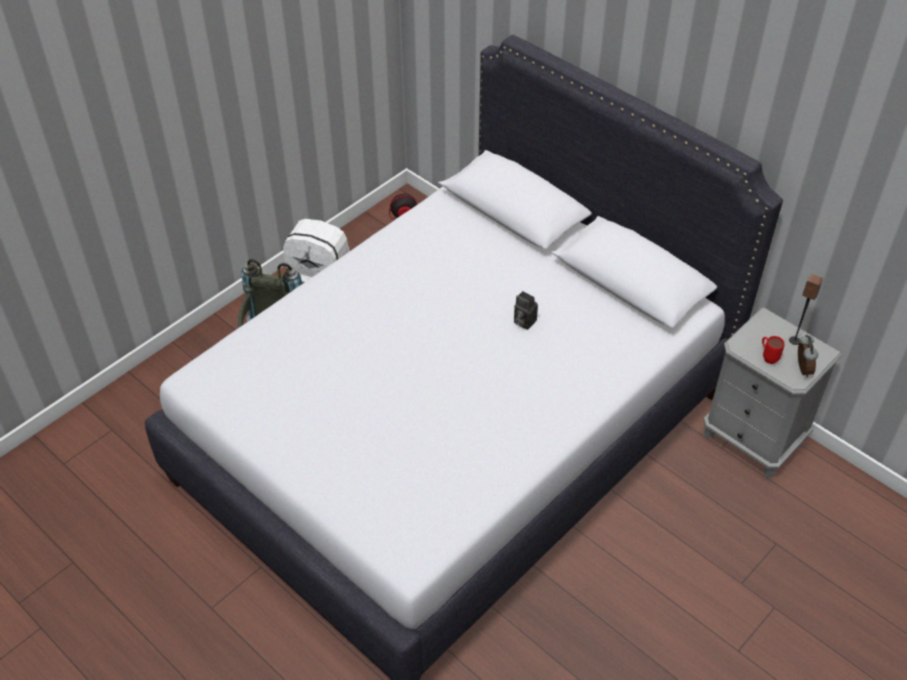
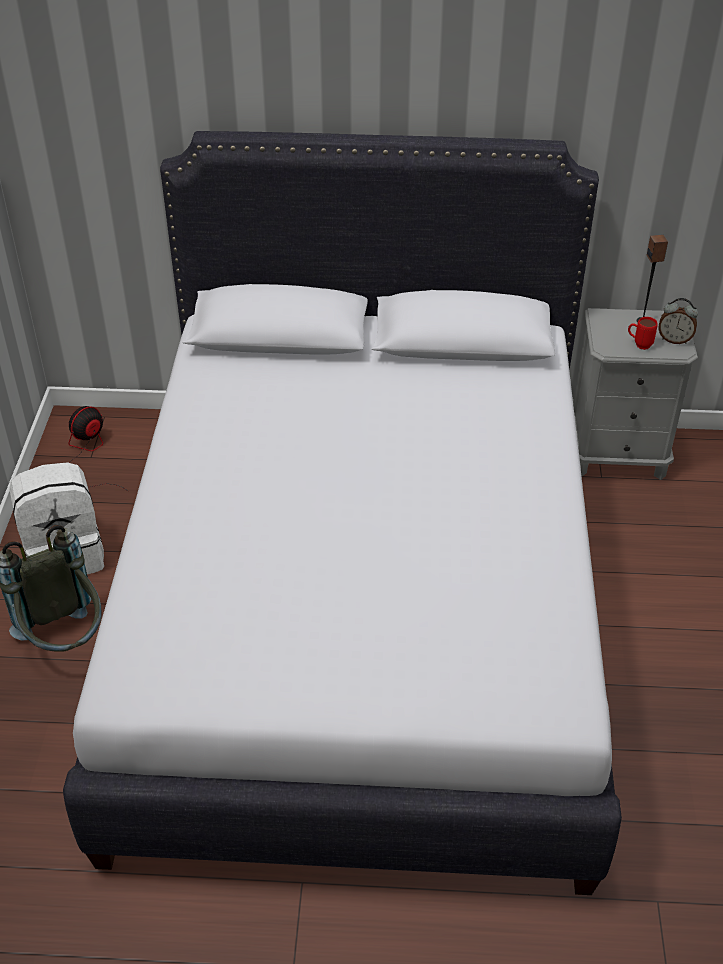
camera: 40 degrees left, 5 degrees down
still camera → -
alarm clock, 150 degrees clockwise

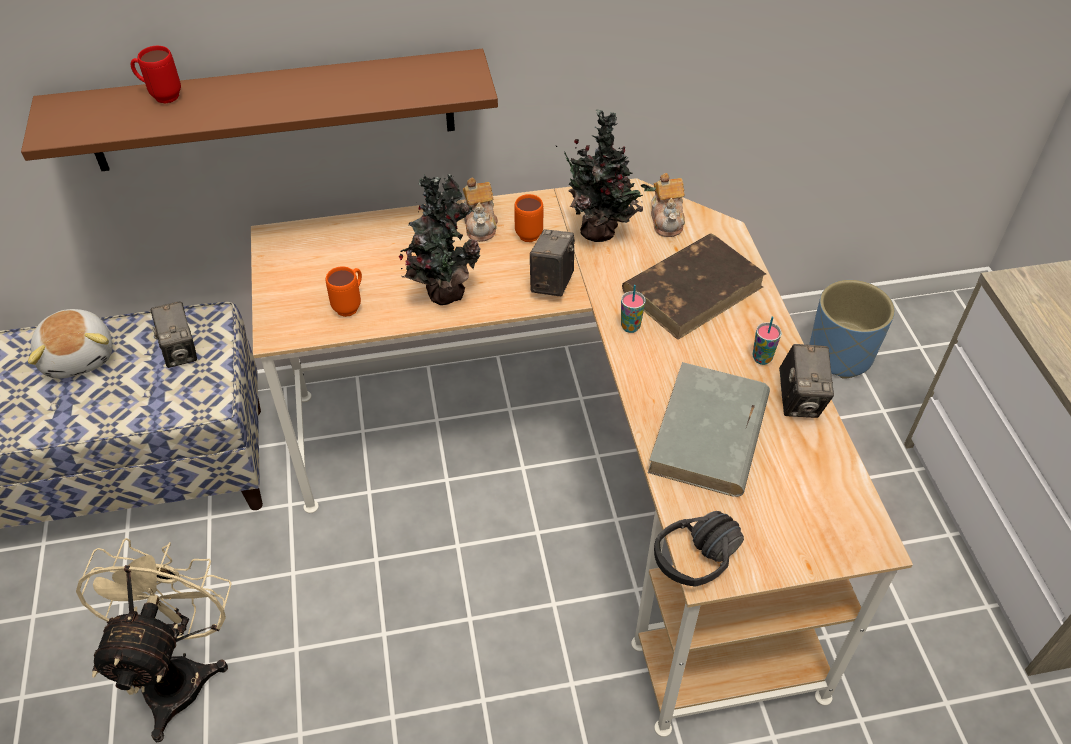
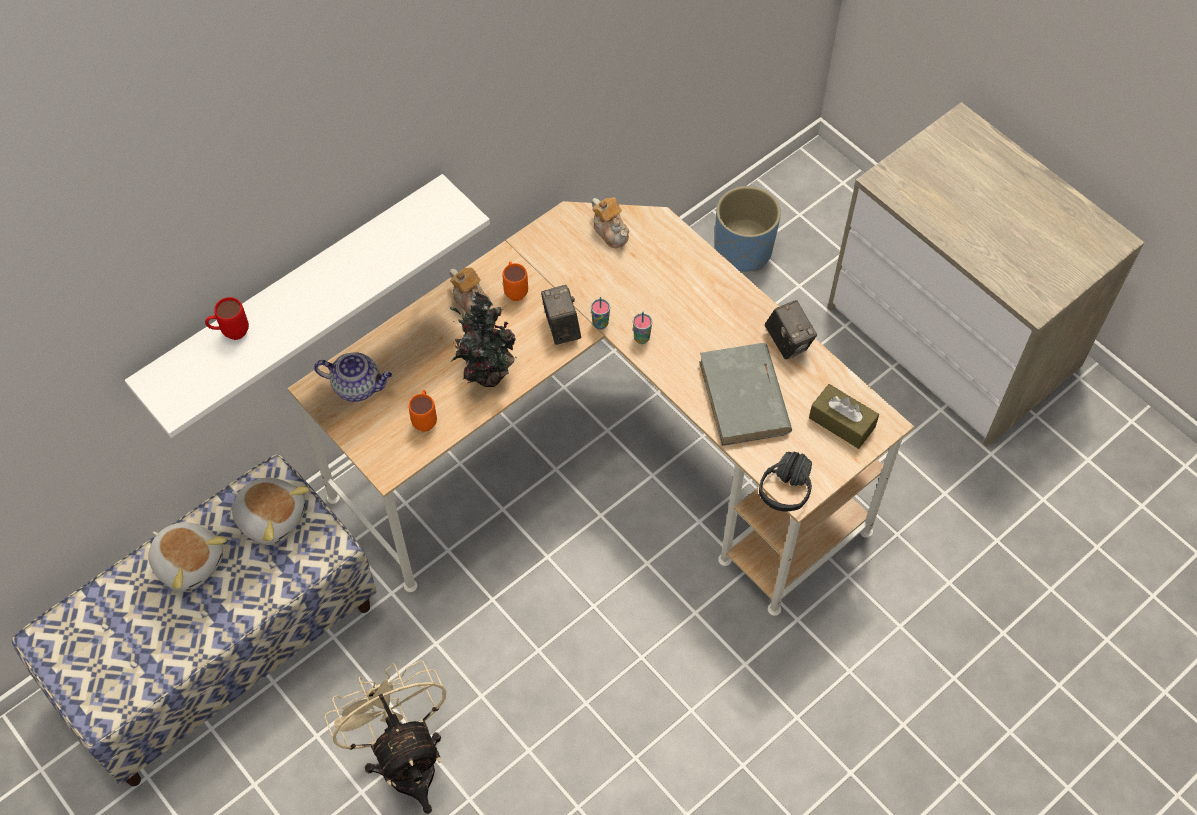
camera: 30 degrees left, 10 degrees up
brown bracket shelf → white bracket shelf
plant in a pot (no. 2 from left) → -
brown book → -
still camera (no. 1 from left) → soft toy (no. 2 from left)
small cup (no. 2 from left in the first image) → small cup (no. 1 from left), relocated
- → tea pot (no. 1 from left)
- → brown tissue holder

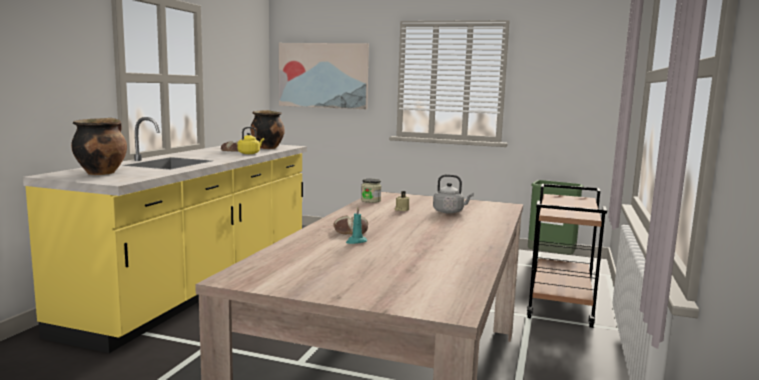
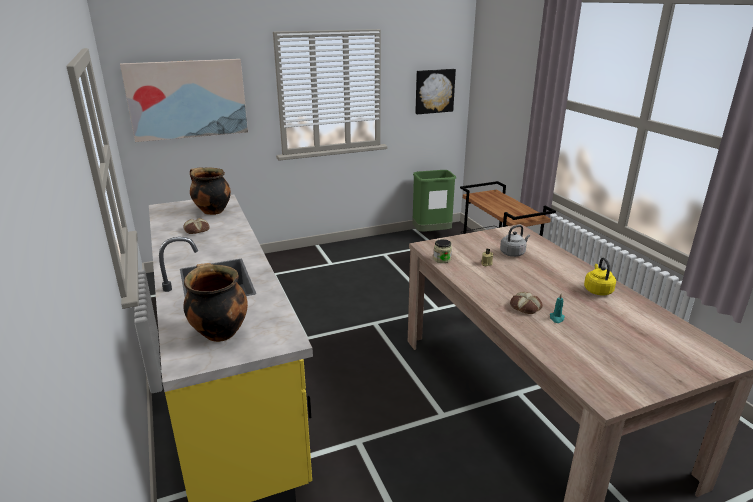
camera: 40 degrees left, 15 degrees up
yellowish tea kettle, relocated
- → wall art (no. 2 from left)

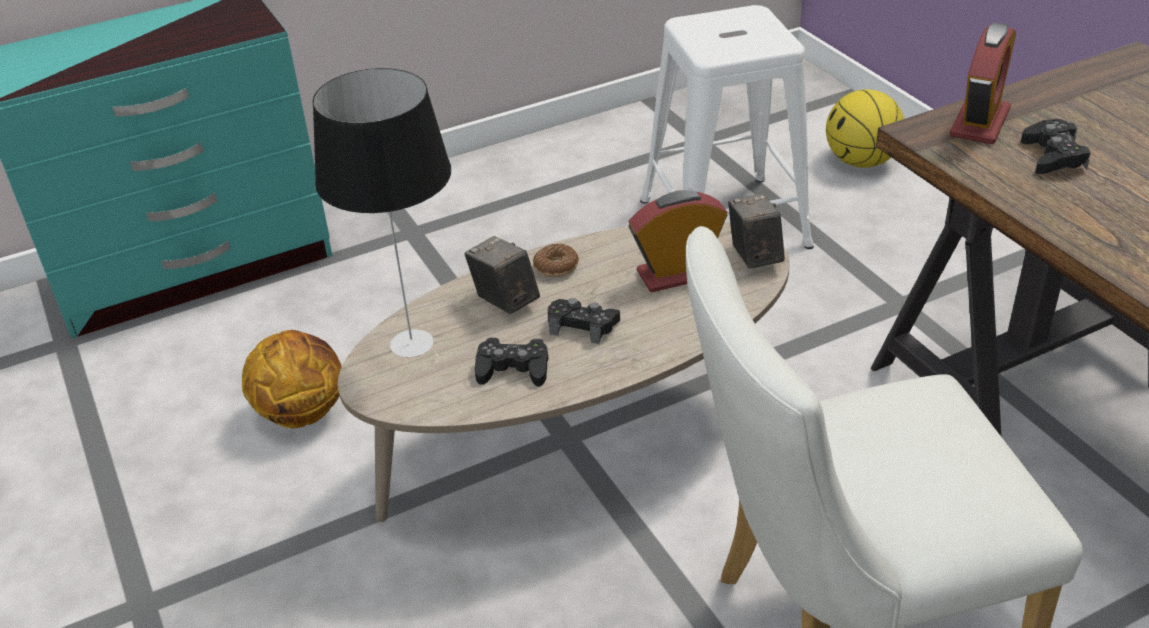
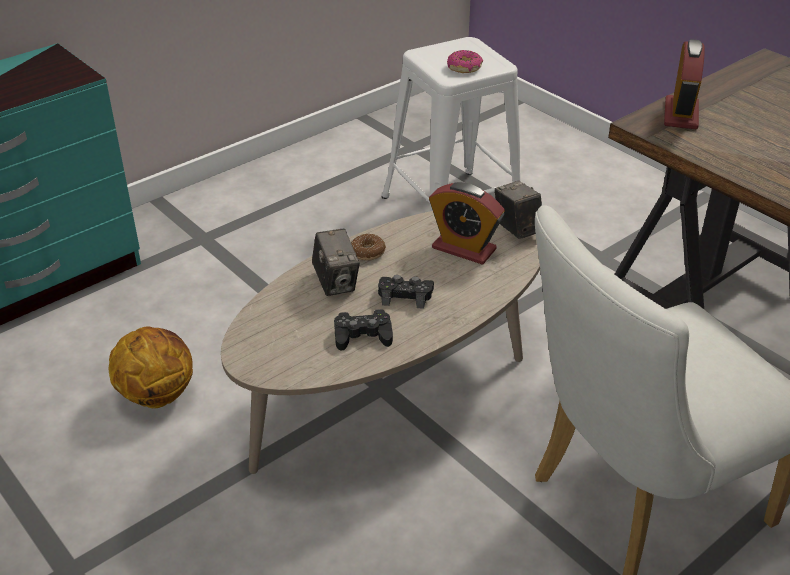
camera: 15 degrees left, 0 degrees up
lamp for a table → -
basketball (no. 2 from left) → -
black-coloured joypad (no. 3 from left) → -
alarm clock (no. 1 from left), 120 degrees counterclockwise
still camera (no. 1 from left), 150 degrees counterclockwise
- → donut (no. 2 from left)

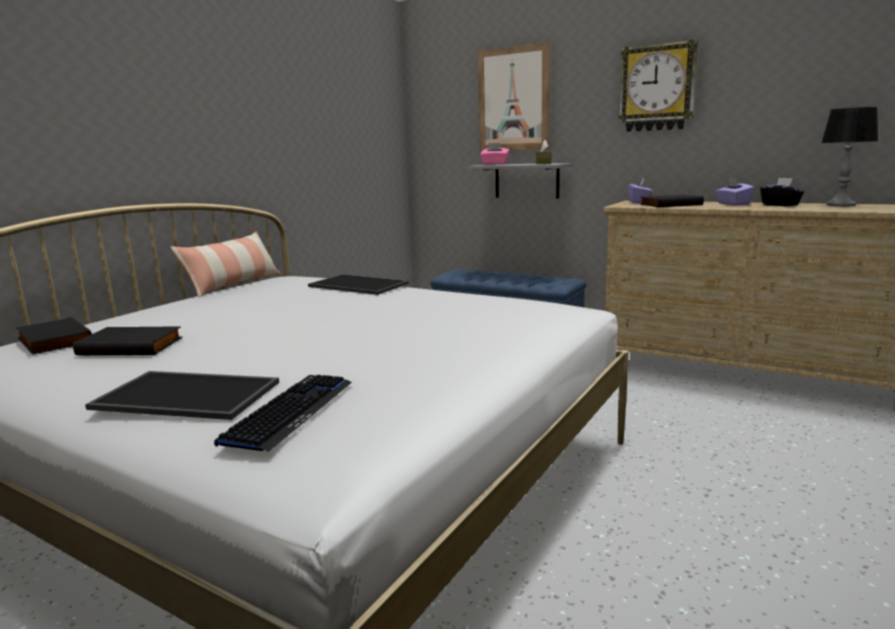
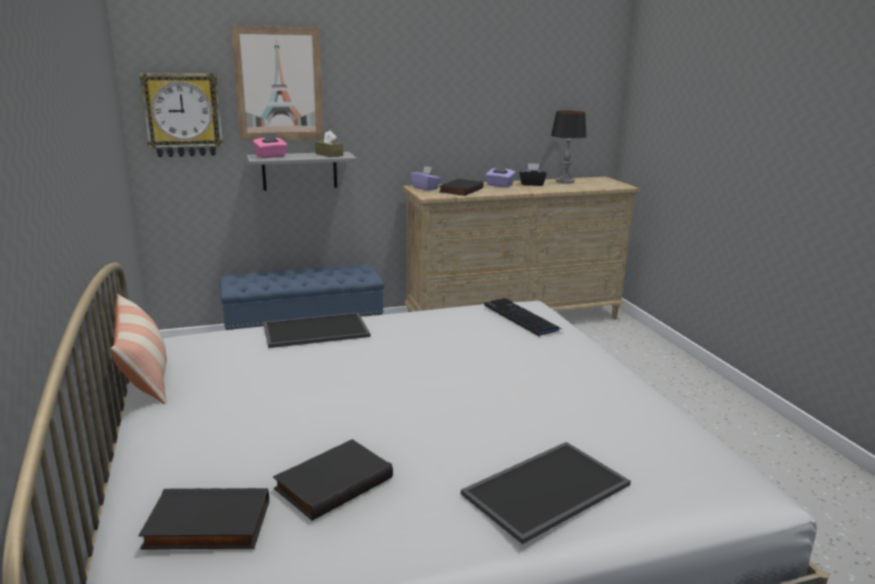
camera: 50 degrees left, 5 degrees up
clock on the wall, relocated
PC keyboard, relocated

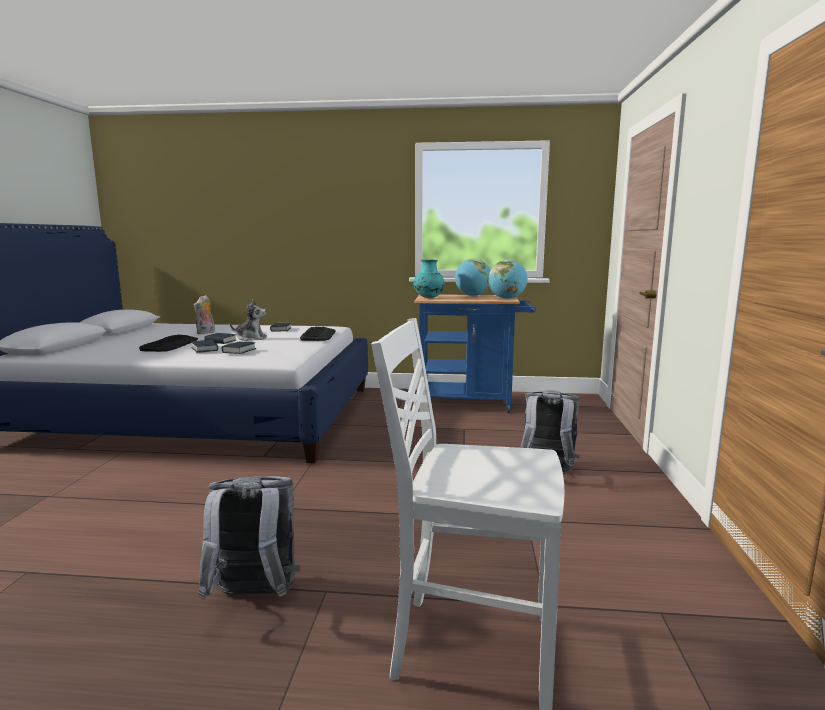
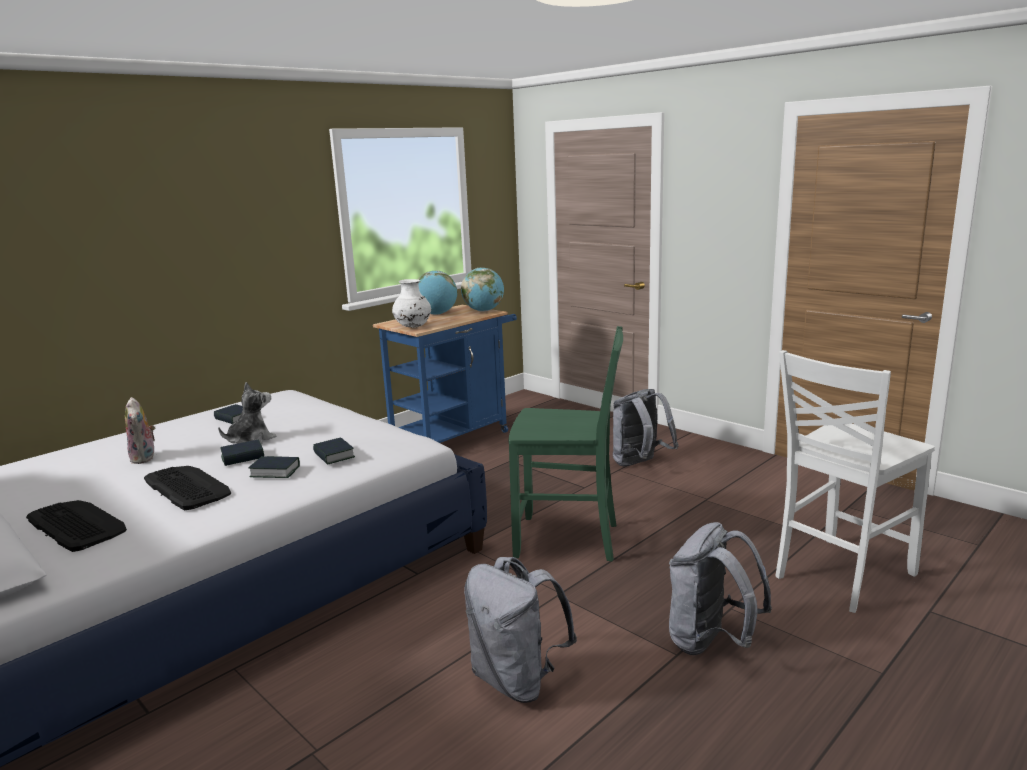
camera: 50 degrees left, 5 degrees up
turquoise vase → white vase
PC keyboard (no. 2 from left in the first image) → PC keyboard (no. 1 from left), relocated
- → greenish plain chair
- → greyish knapsack (no. 1 from left)

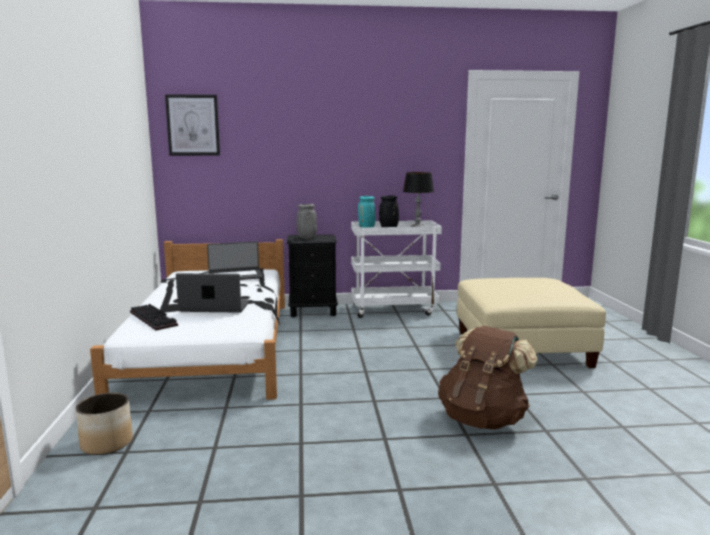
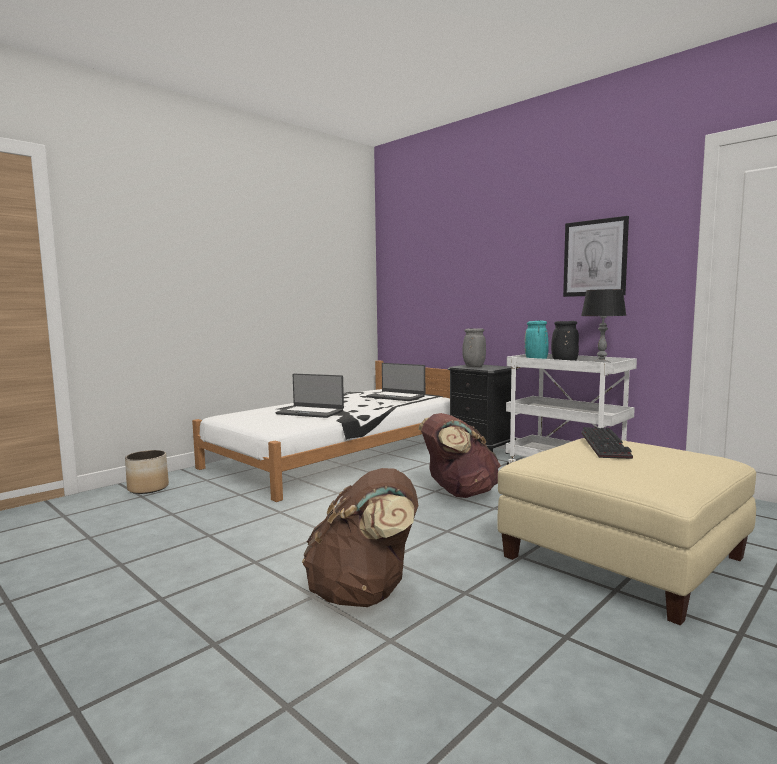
camera: 50 degrees right, 5 degrees down
wall art, relocated
portable computer (no. 1 from left), 150 degrees clockwise
PC keyboard, relocated
- → brown knapsack (no. 2 from left)

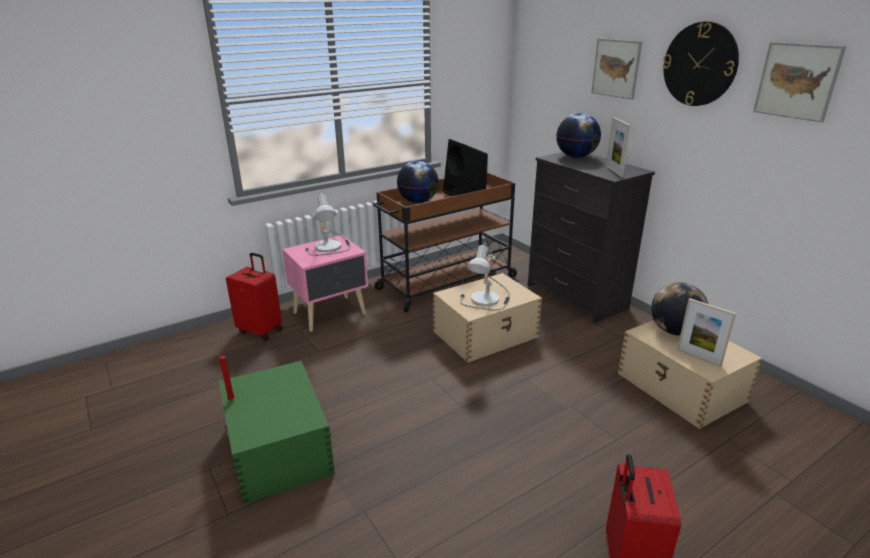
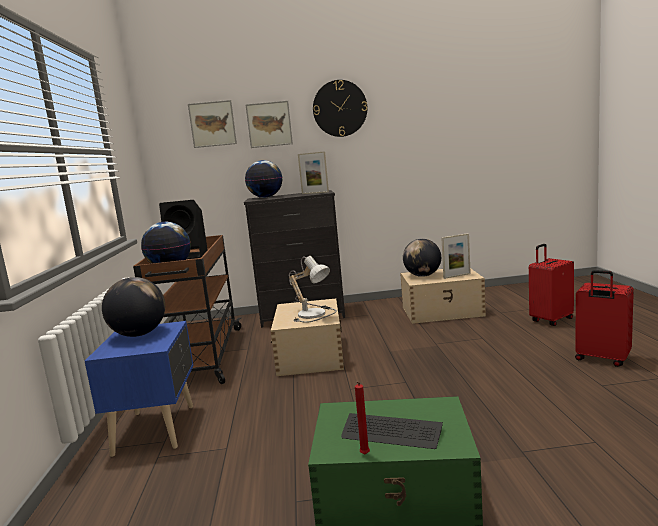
camera: 60 degrees left, 15 degrees down
wall art (no. 2 from left in the first image) → wall art (no. 1 from left), relocated
lamp for a table (no. 1 from left) → globe (no. 1 from left)
pinkish bedside table → bluish bedside table
red piece of luggage (no. 1 from left), relocated
- → PC keyboard

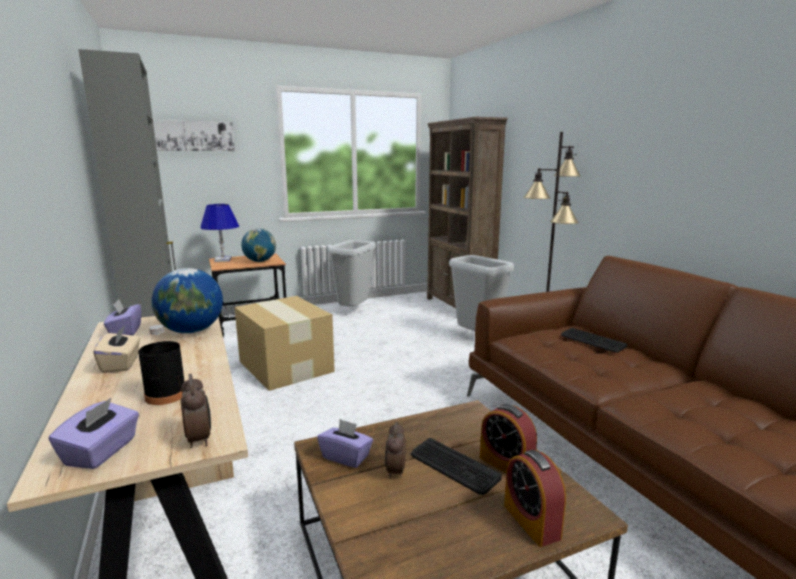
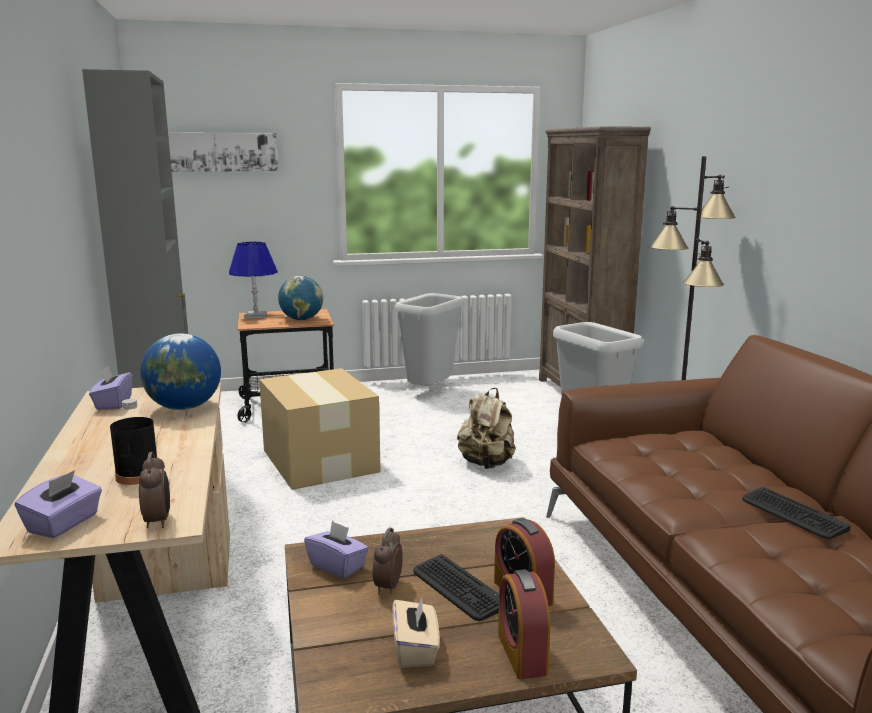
camera: 10 degrees right, 0 degrees up
beige-coloured tissue holder, relocated
PC keyboard (no. 2 from left), relocated
- → beige-coloured knapsack

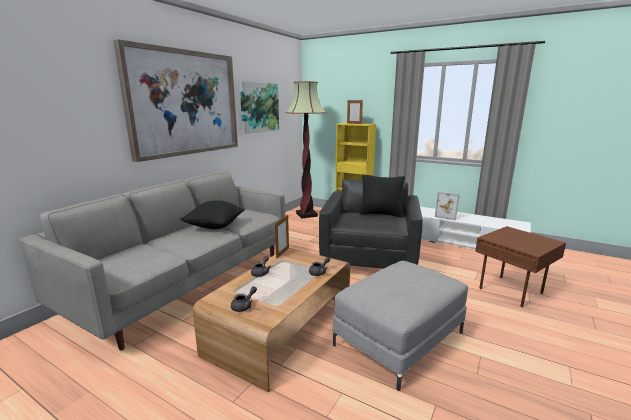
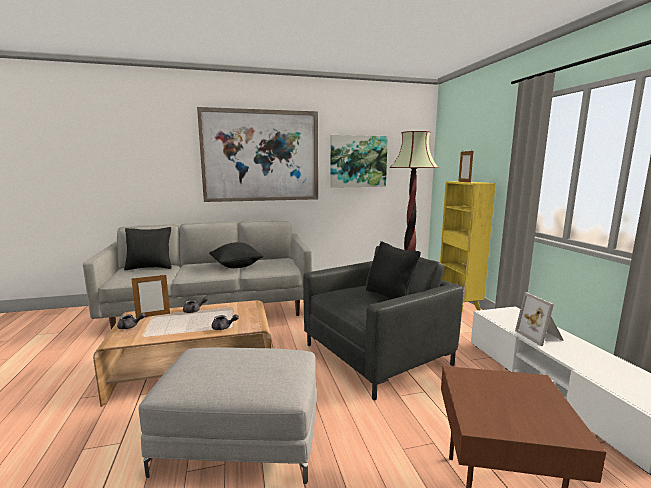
camera: 45 degrees right, 5 degrees down
picture frame (no. 1 from left), relocated
- → black-coloured cushion (no. 1 from left)

